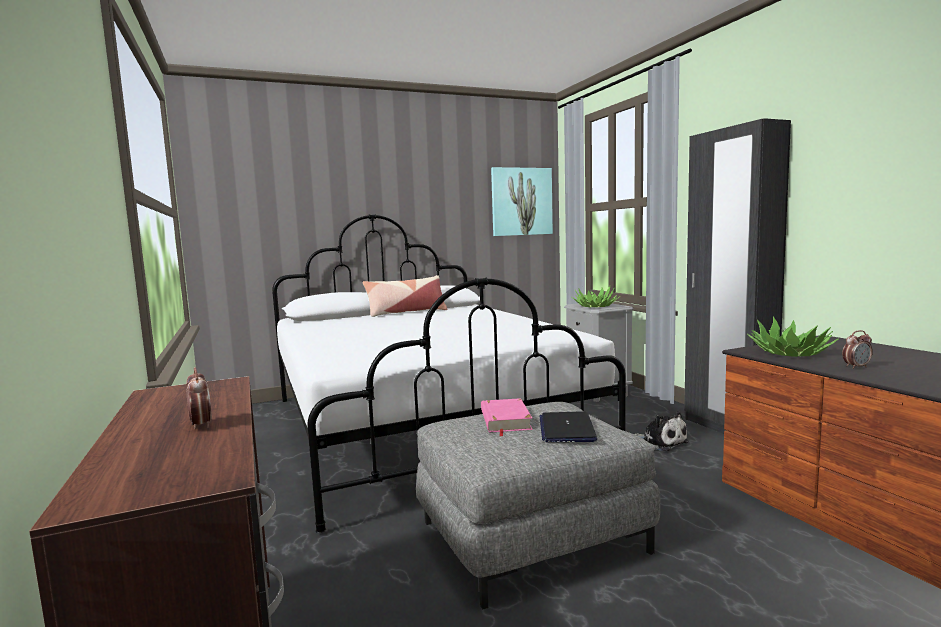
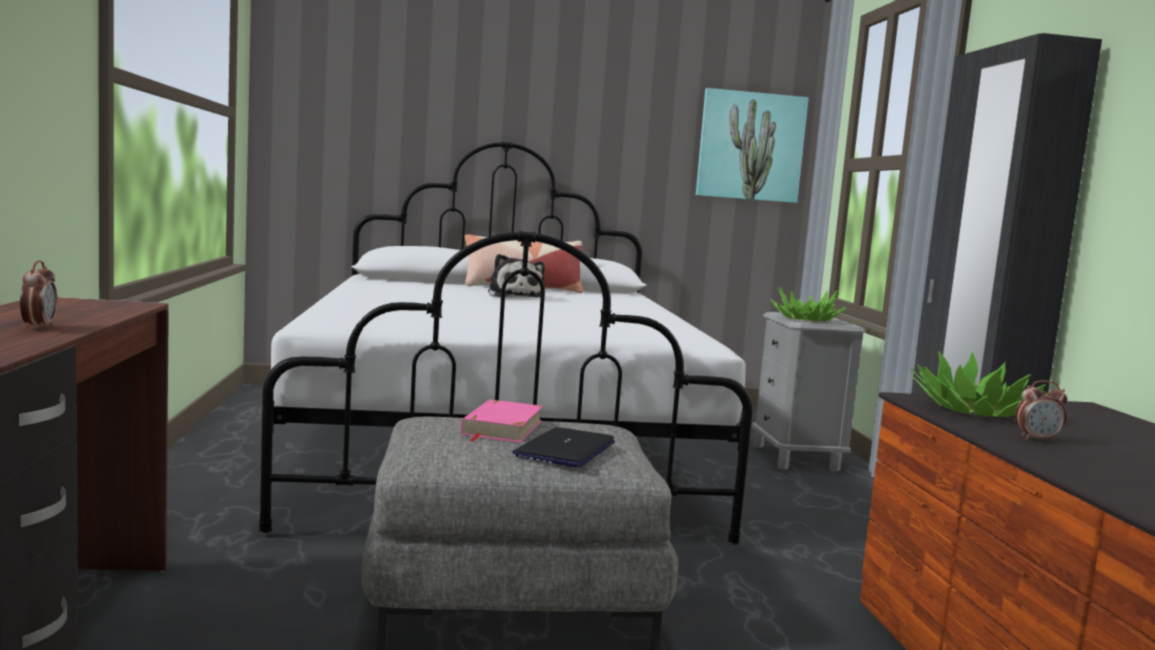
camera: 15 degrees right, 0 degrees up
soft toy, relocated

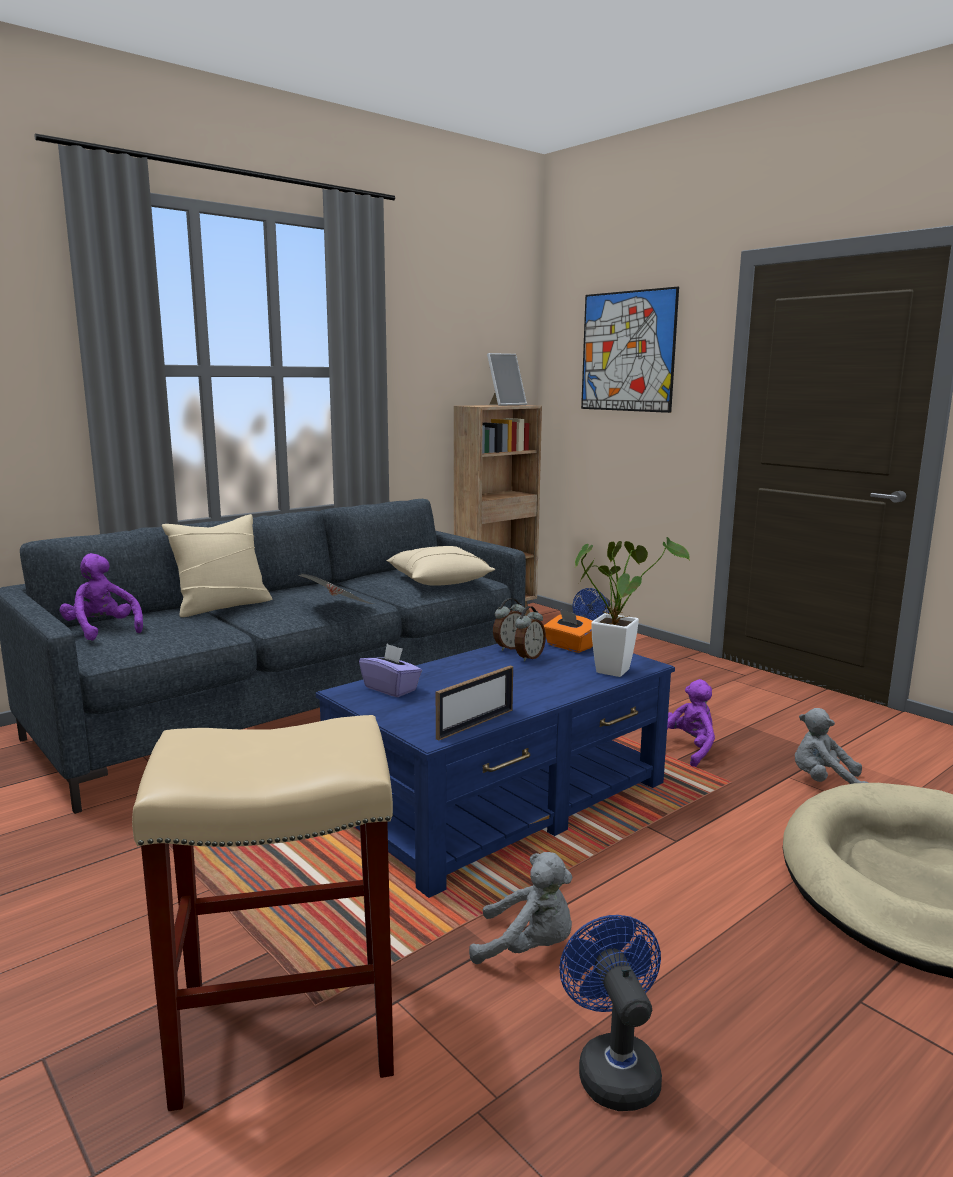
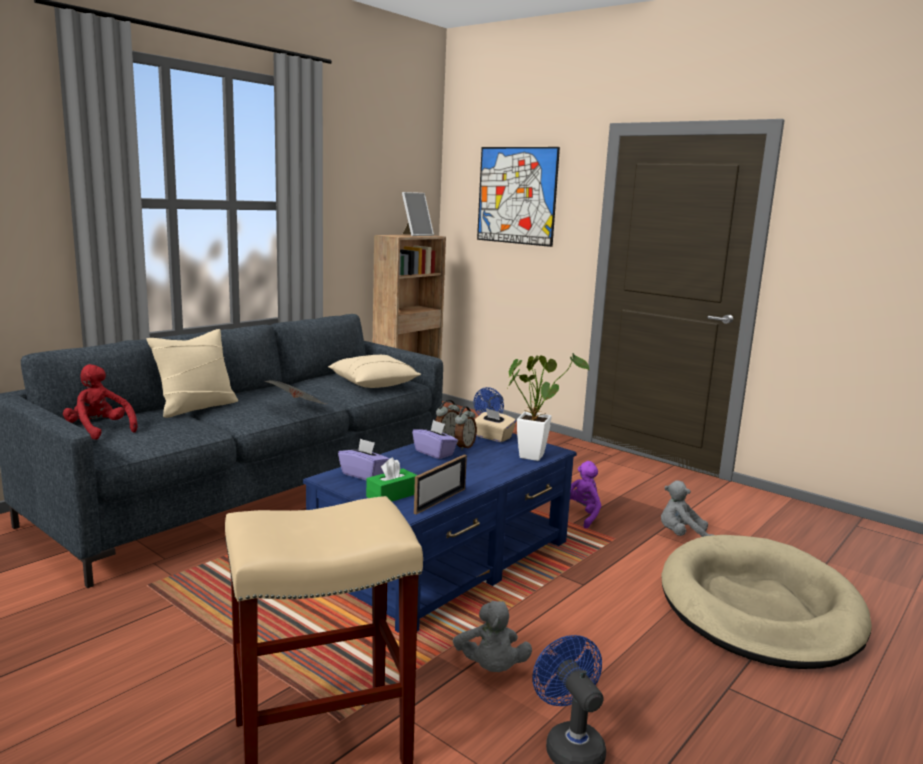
camera: 10 degrees left, 0 degrees up
purple-coloured soft toy (no. 1 from left) → red soft toy
orange-coloured tissue holder → beige-coloured tissue holder
greyish soft toy (no. 1 from left), 75 degrees clockwise
- → purple-coloured tissue holder (no. 2 from left)
- → greenish tissue holder

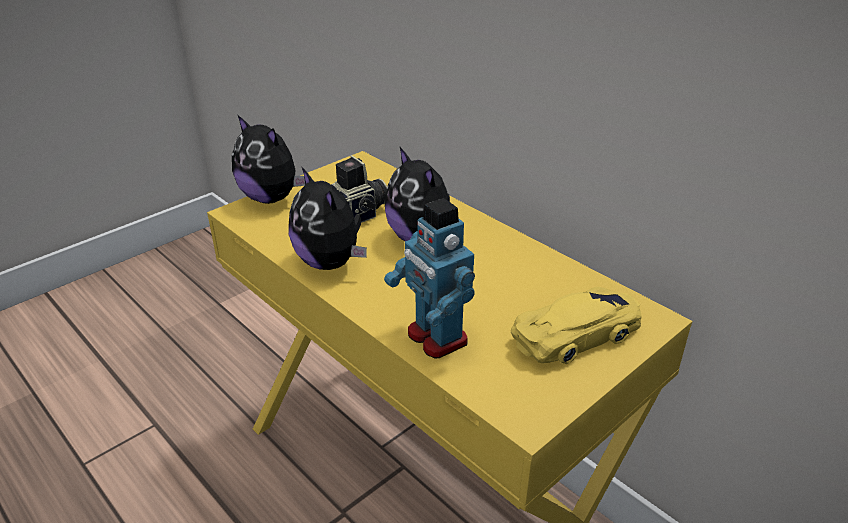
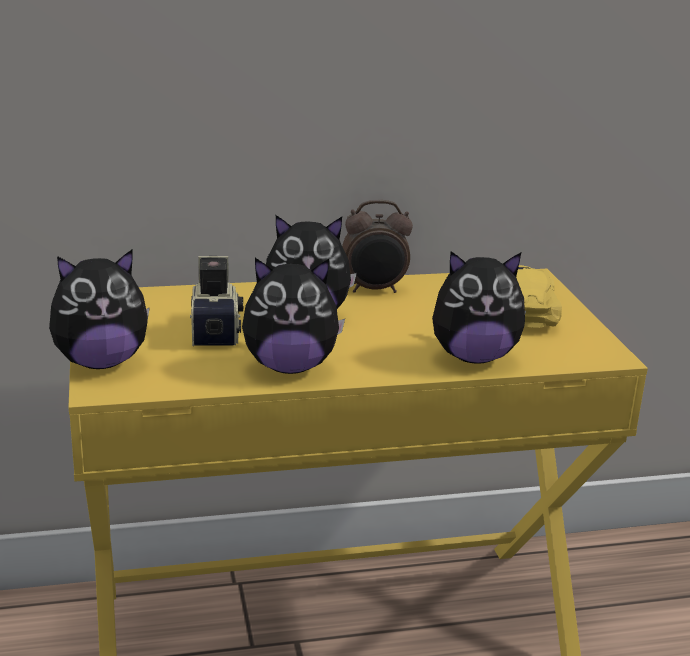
camera: 60 degrees left, 10 degrees down
toy robot → soft toy (no. 4 from left)
- → alarm clock

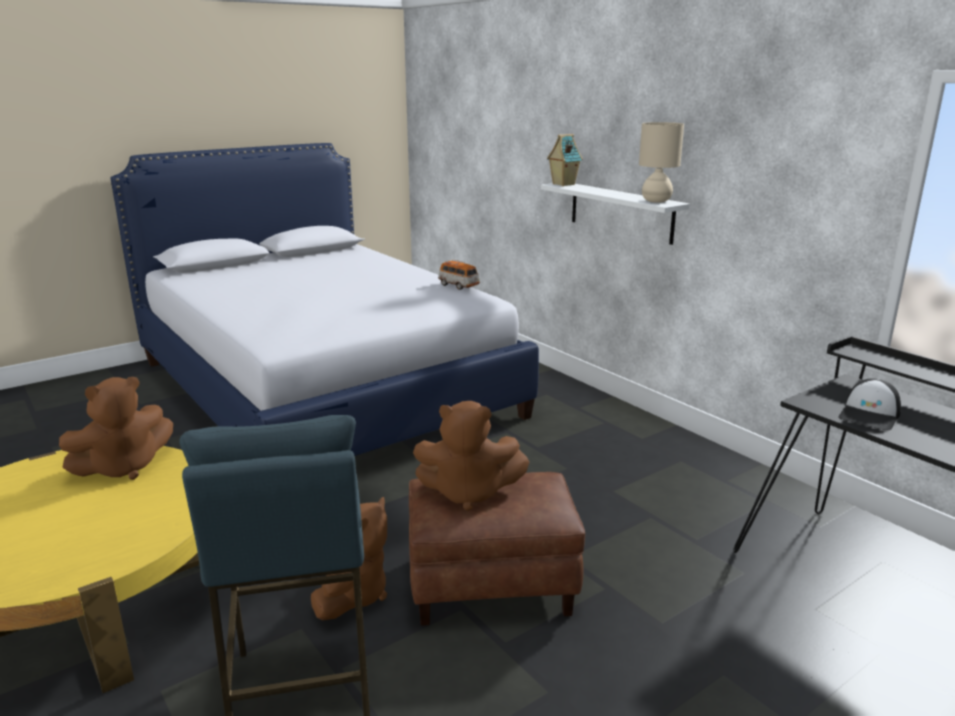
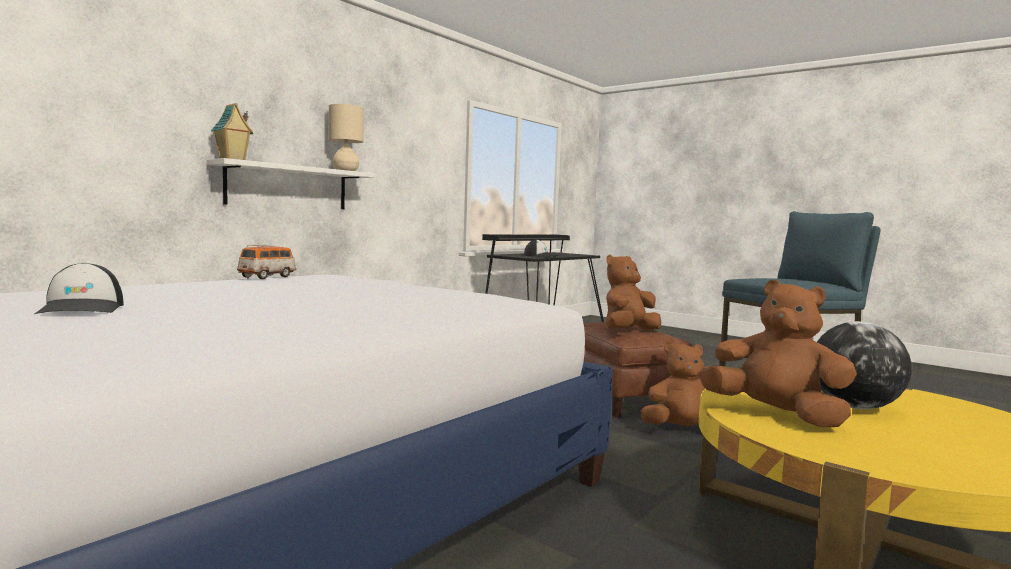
camera: 105 degrees left, 15 degrees down
brown soft toy (no. 3 from left in the first image) → brown soft toy (no. 1 from left), 120 degrees counterclockwise
- → cap (no. 1 from left)
- → globe

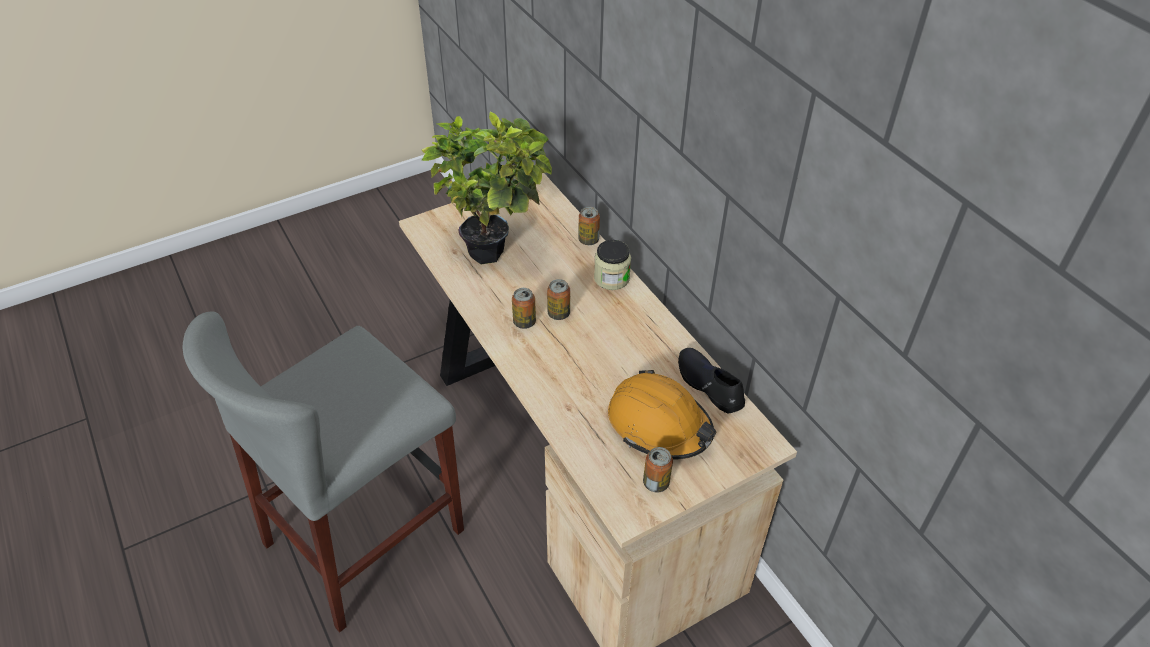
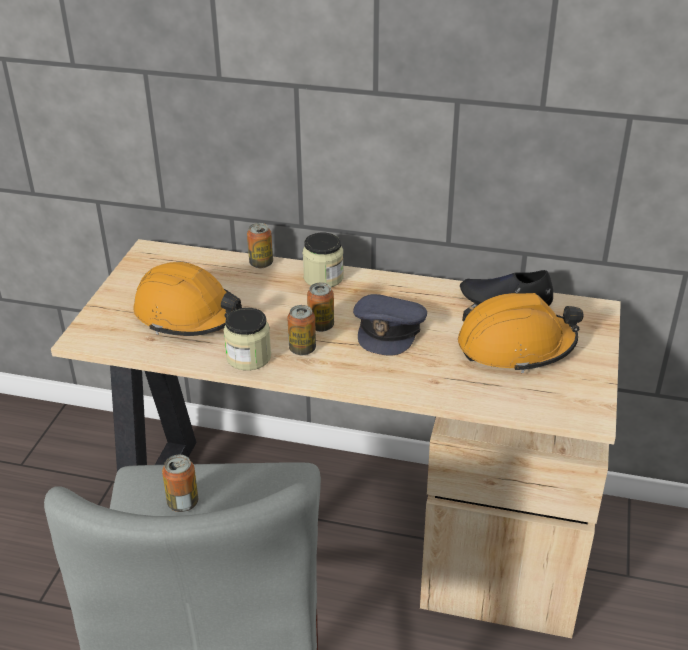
camera: 45 degrees left, 10 degrees down
plant in a pot → orange-coloured safety helmet (no. 1 from left)
sealed can (no. 4 from left in the first image) → sealed can (no. 1 from left), relocated
- → greyish cap
- → storage jar (no. 1 from left)

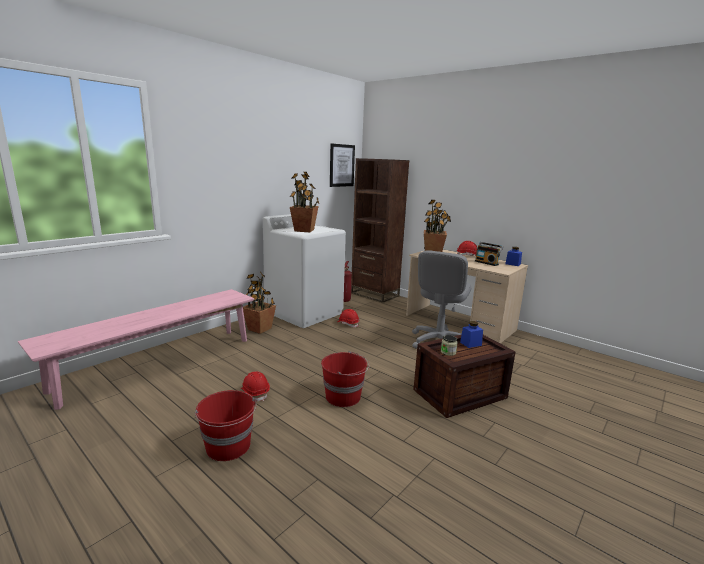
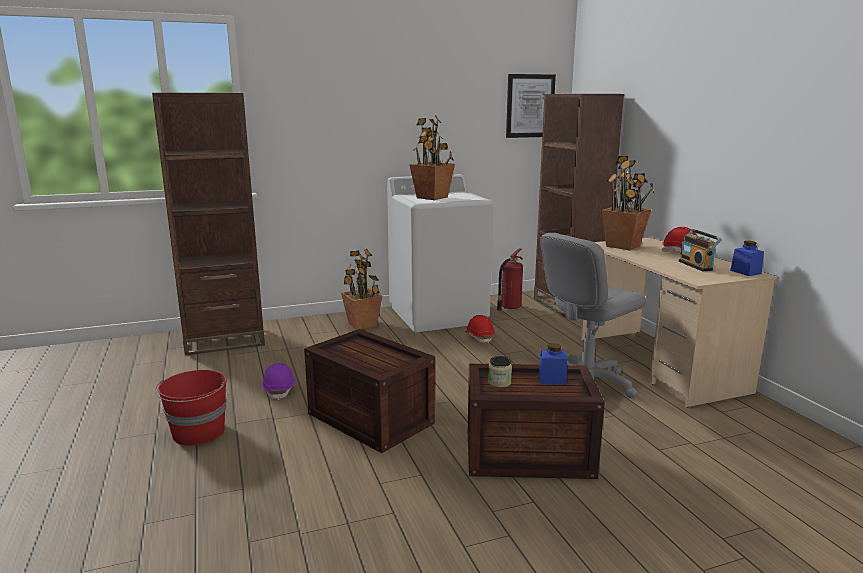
camera: 30 degrees right, 0 degrees up
pinkish indoor bench → brown bookcase (no. 1 from left)
red pail (no. 2 from left) → crate (no. 1 from left)
red safety helmet (no. 1 from left) → purple-coloured safety helmet

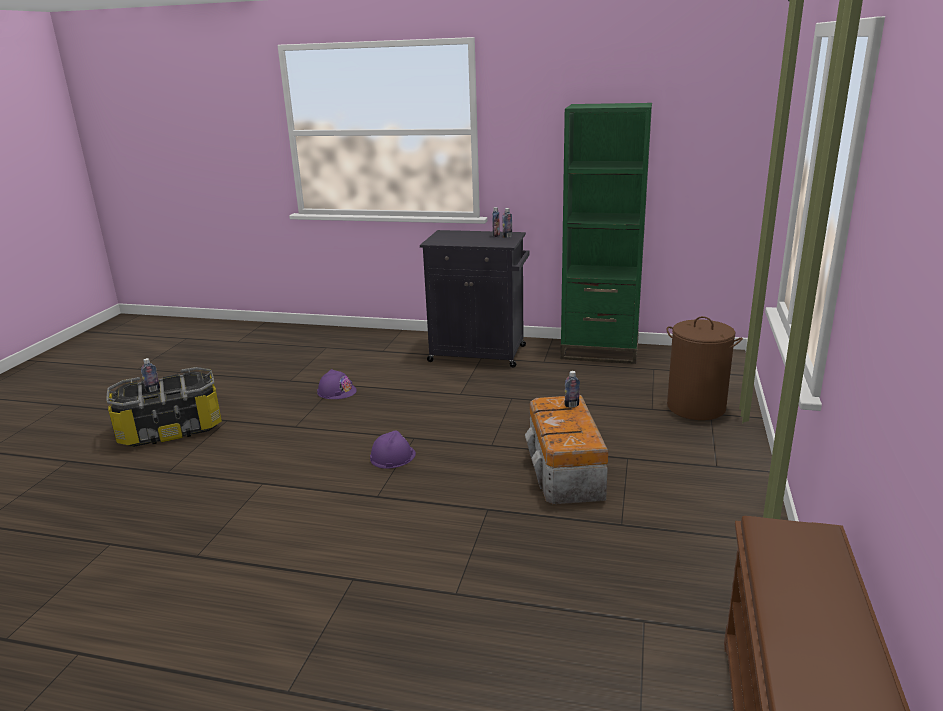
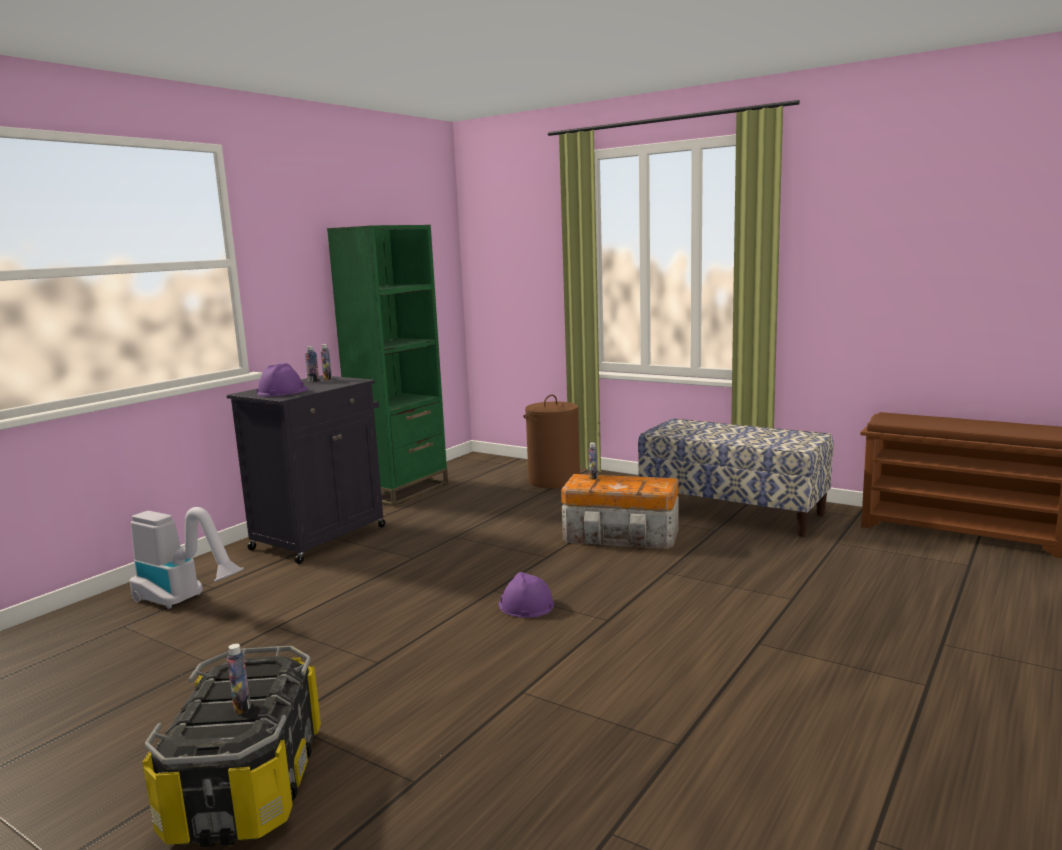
camera: 70 degrees left, 10 degrees down
purple-coloured safety helmet (no. 1 from left), relocated
- → indoor bench
- → vacuum cleaner

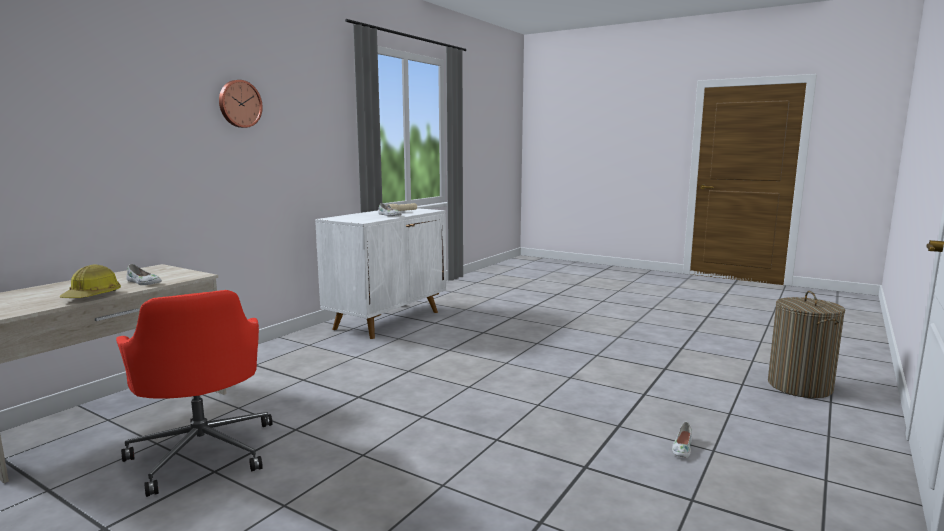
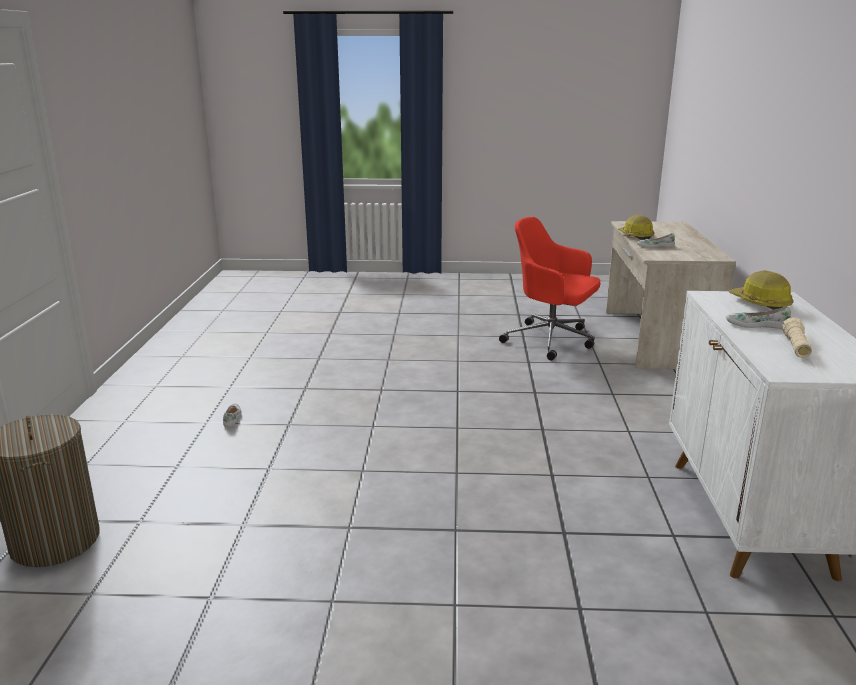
camera: 150 degrees right, 10 degrees up
clock on the wall → -
- → safety helmet (no. 2 from left)

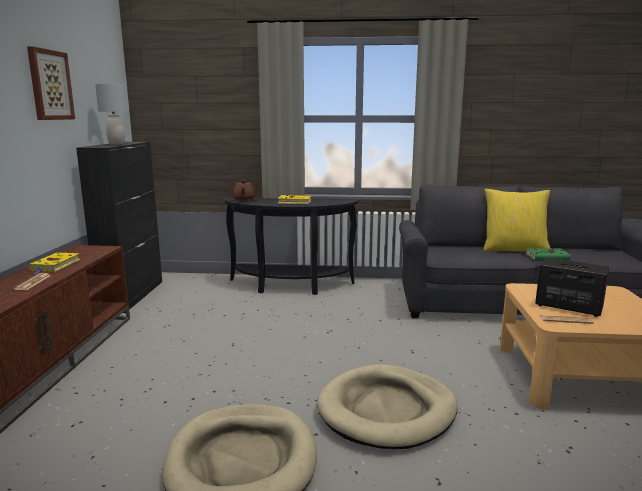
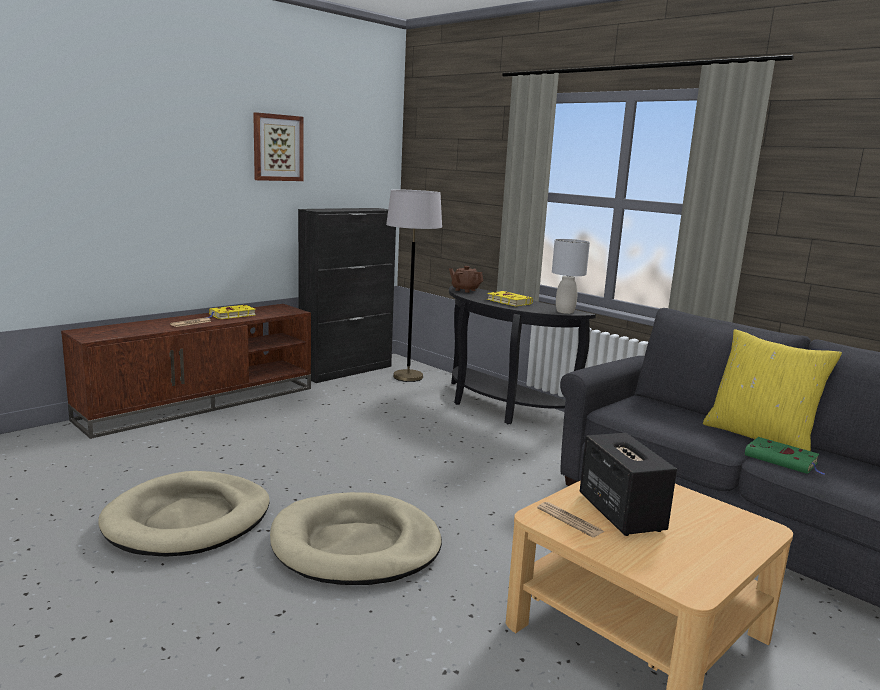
camera: 40 degrees right, 0 degrees up
greyish lamp for a table, relocated
- → greyish standard lamp

